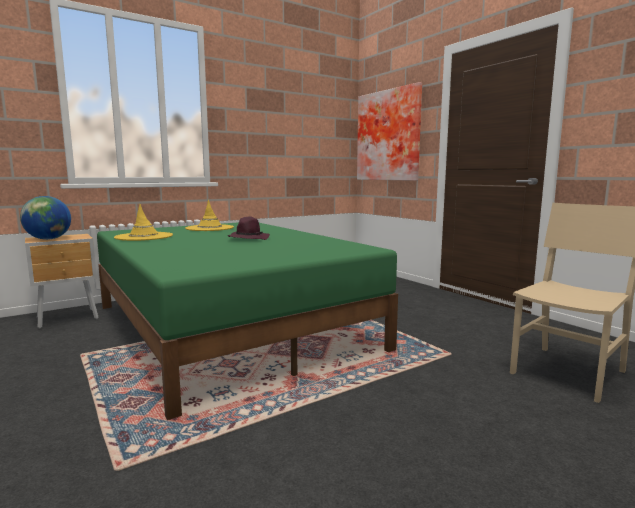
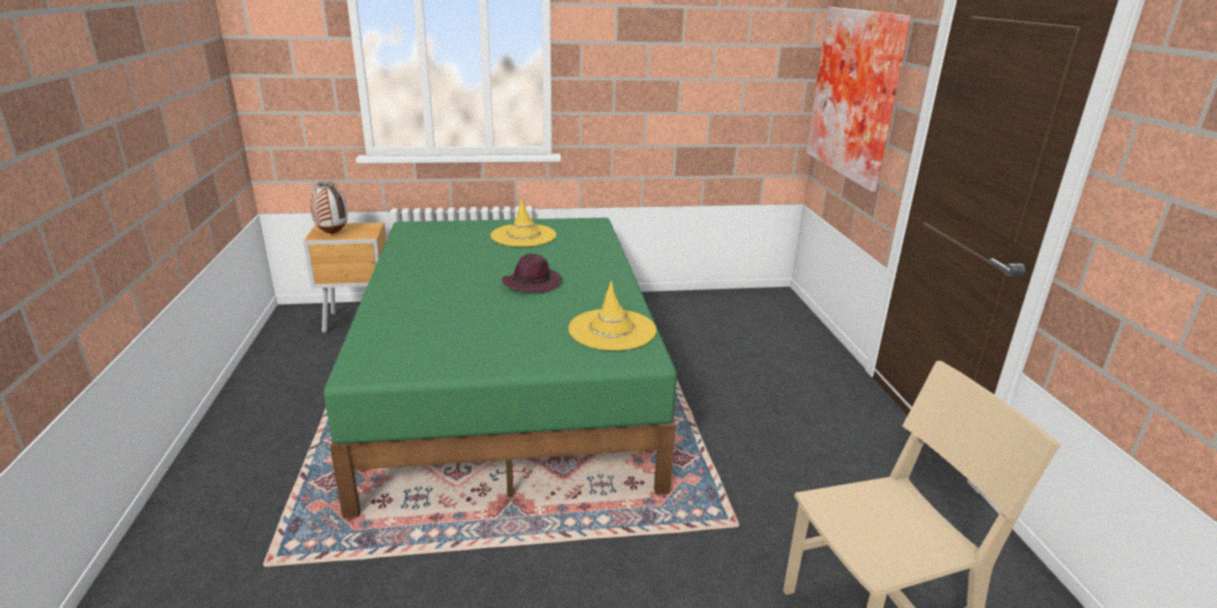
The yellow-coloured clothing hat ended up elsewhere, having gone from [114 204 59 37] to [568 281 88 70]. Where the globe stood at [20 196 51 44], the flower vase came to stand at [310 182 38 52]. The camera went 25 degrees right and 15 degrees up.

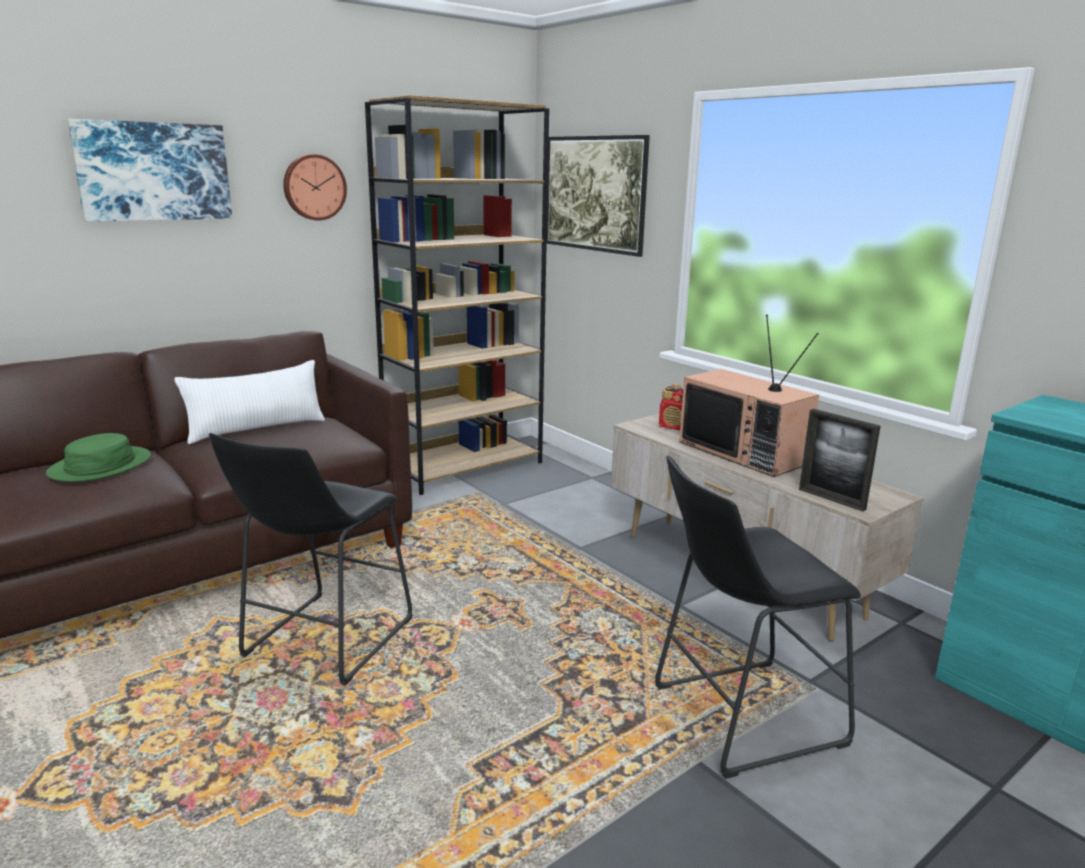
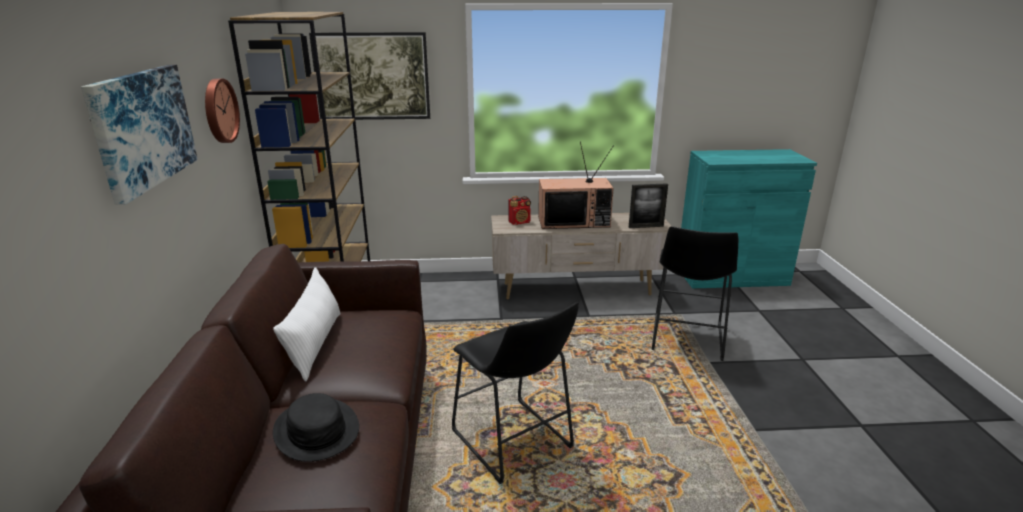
What was the green-coloured clothing hat at [46 433 105 49] turned into the black clothing hat at [273 393 86 69]. The camera went 55 degrees left and 5 degrees up.

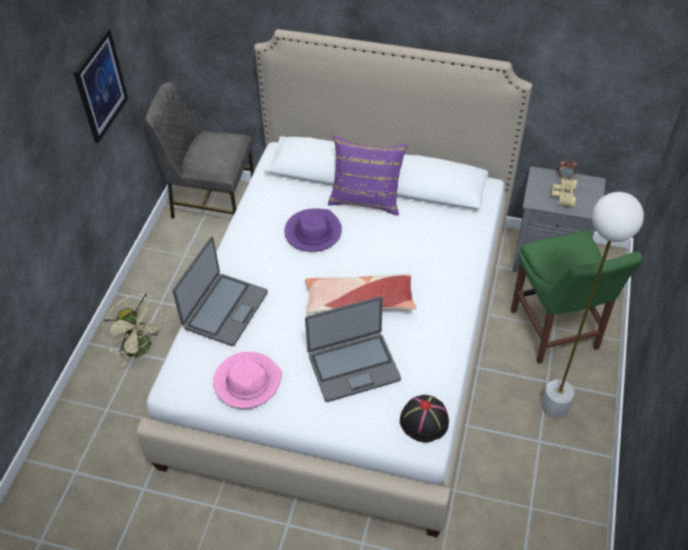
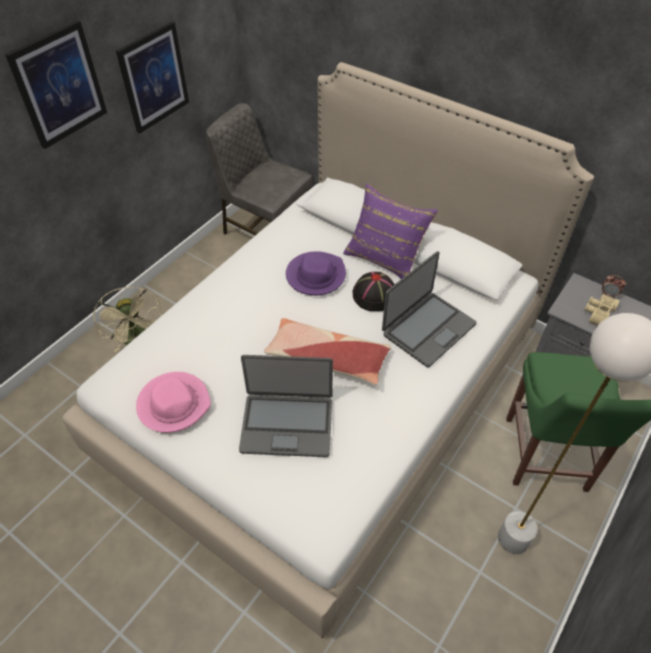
The second view gained the wall art at [5 20 102 129]. The notebook computer ended up elsewhere, having gone from [172 237 96 109] to [382 251 95 116]. The black clothing hat ended up elsewhere, having gone from [400 395 49 48] to [352 272 42 39]. The camera went 20 degrees right and 0 degrees up.

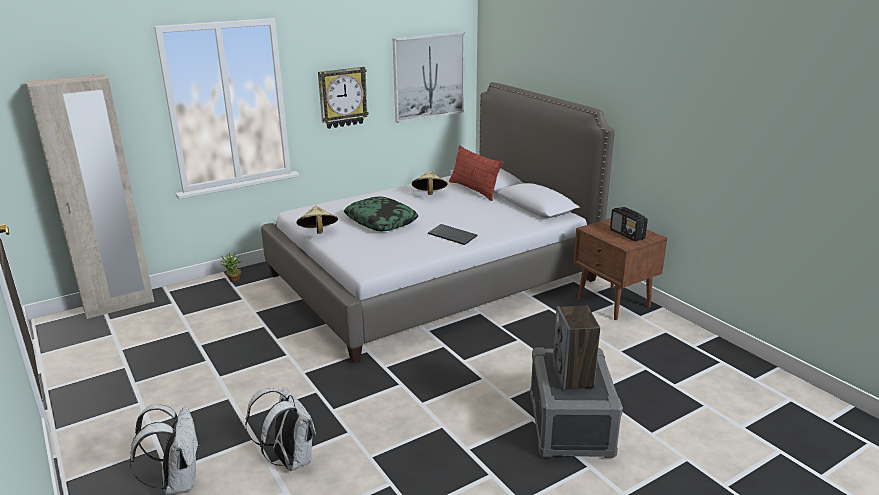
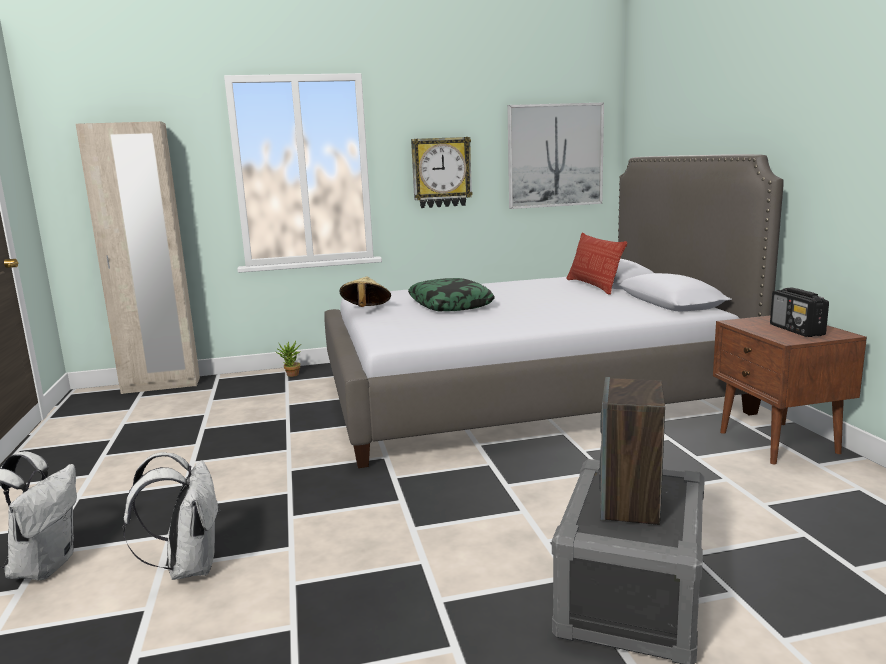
The second view lost the beige-coloured clothing hat at [412 171 36 24]. The second view lost the computer keyboard at [428 224 50 21]. The camera went 20 degrees right and 10 degrees down.

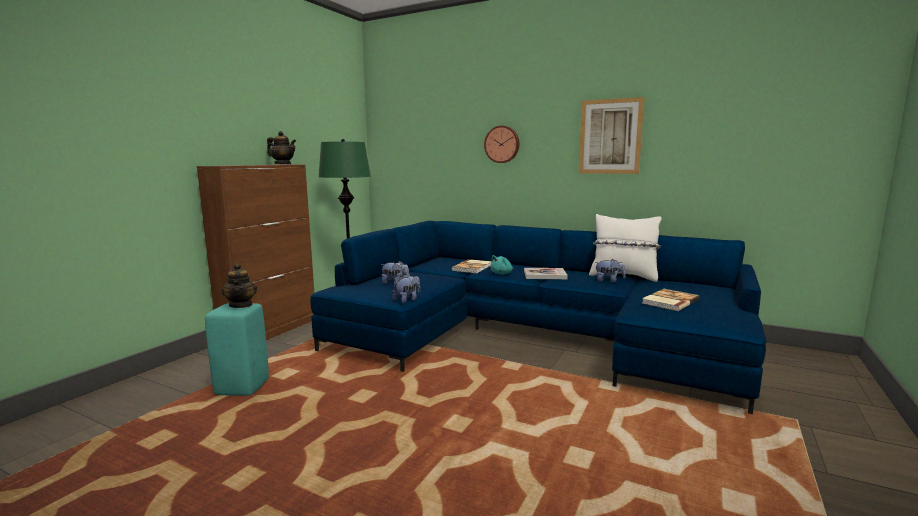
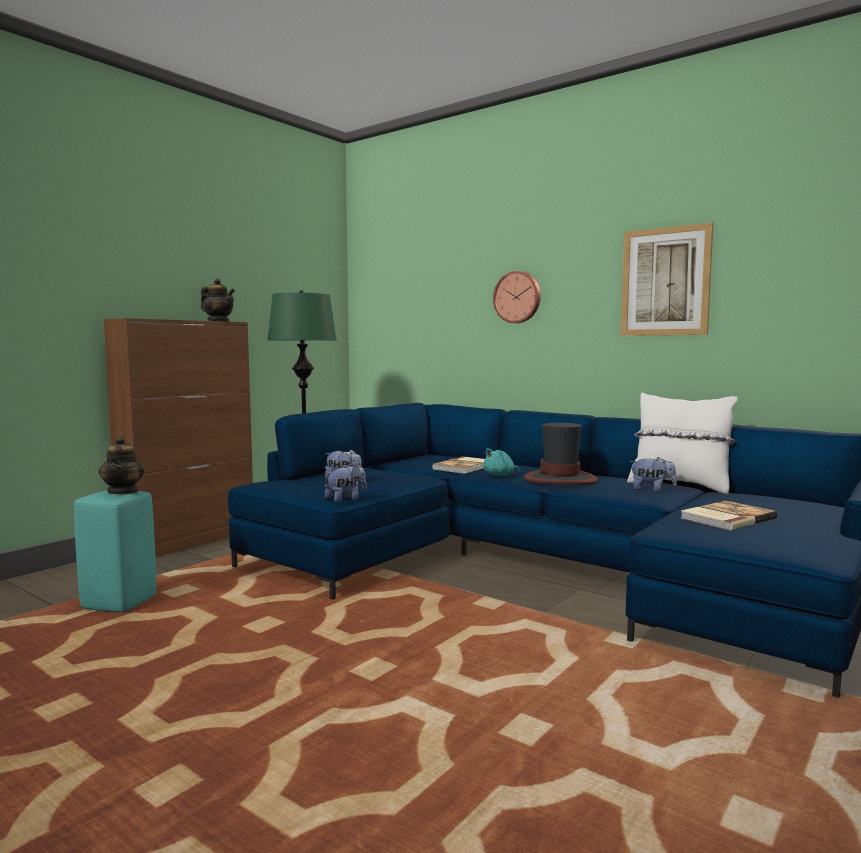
Where the bound book stood at [524 268 44 11], the clothing hat came to stand at [524 423 74 62]. The camera went 10 degrees right and 5 degrees down.

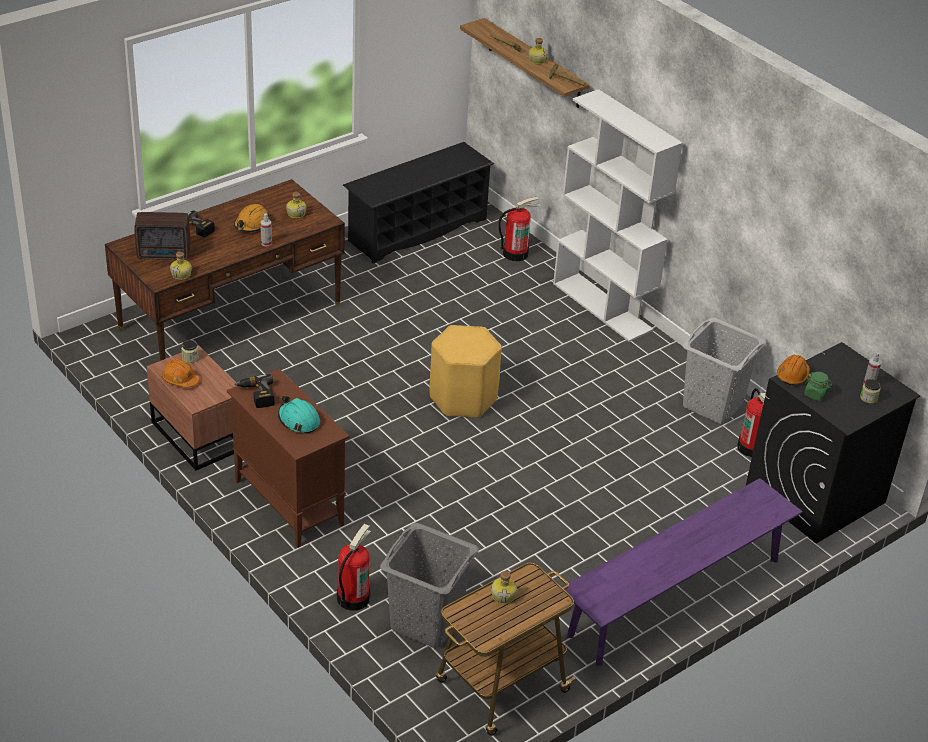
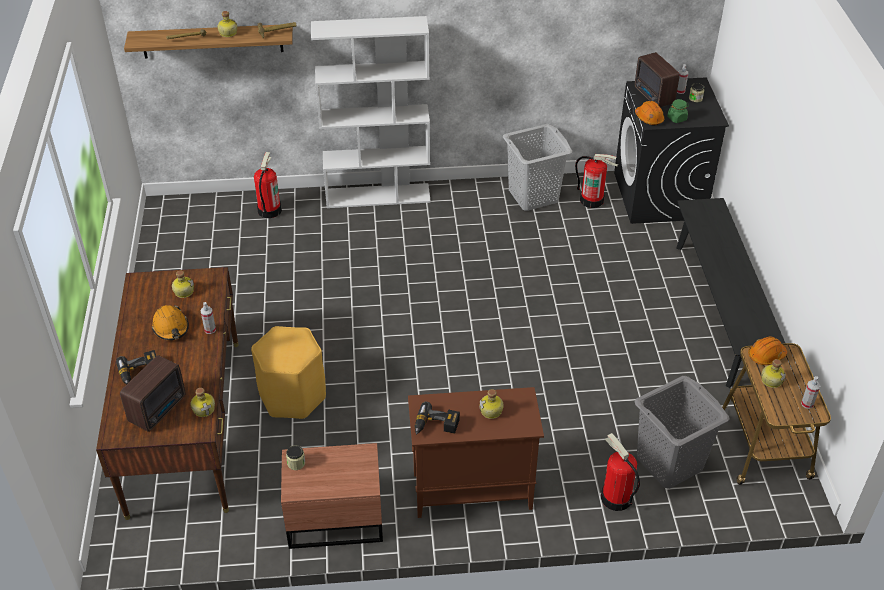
The second view lost the black shoe shelf at [343 142 151 121]. The second view gained the radio set at [635 52 45 55]. The second view gained the sprayer at [801 376 19 33]. The orangey work helmet ended up elsewhere, having gone from [162 359 38 29] to [748 337 39 28]. The yellow-coloured sitting stool ended up elsewhere, having gone from [430 325 72 93] to [251 326 75 93]. Where the turquoise work helmet stood at [278 396 42 38], the bottle came to stand at [479 389 25 30]. What was the purplish indoor bench at [562 478 241 188] turned into the black indoor bench at [676 198 109 190]. The camera went 55 degrees left and 5 degrees up.

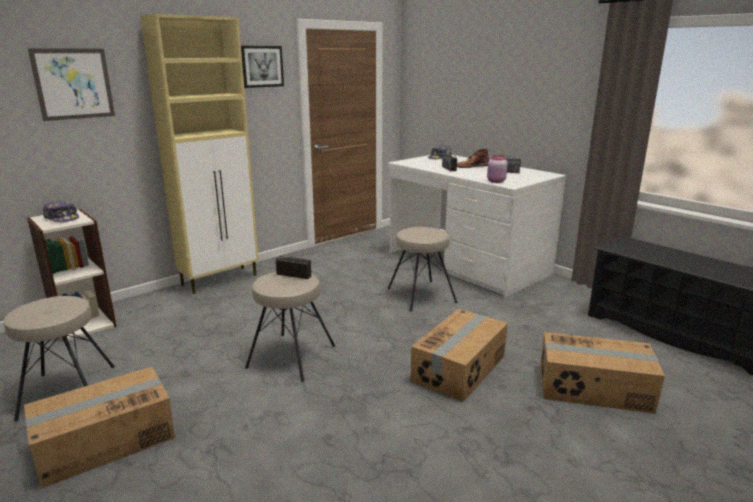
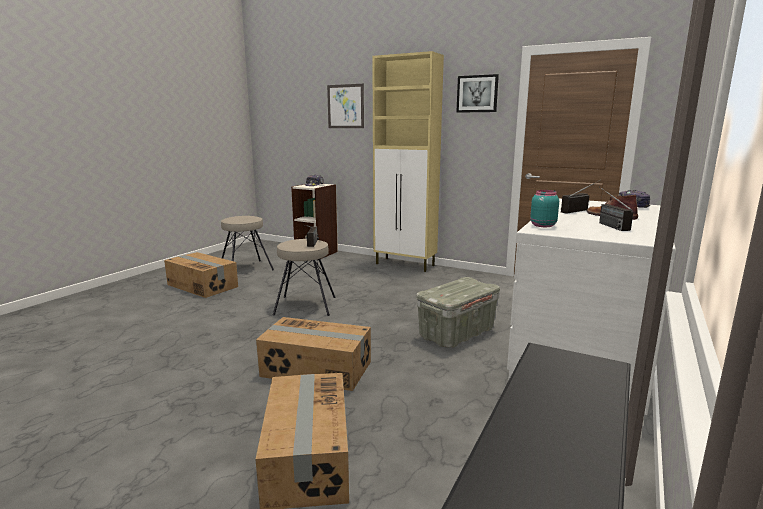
Where the beige-coloured sitting stool stood at [387 227 71 85], the gray storage bin came to stand at [416 277 84 71]. What was the pink storage jar at [487 155 21 28] turned into the turquoise storage jar at [530 190 29 37]. The camera went 70 degrees right and 5 degrees down.

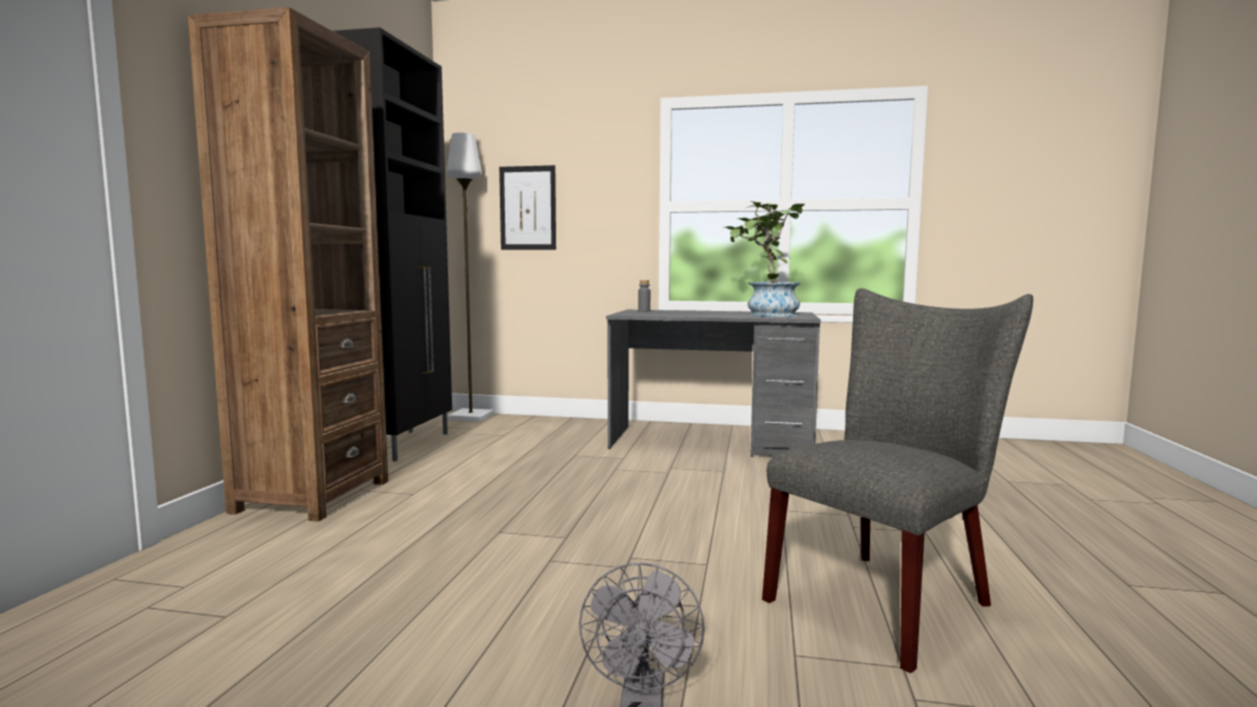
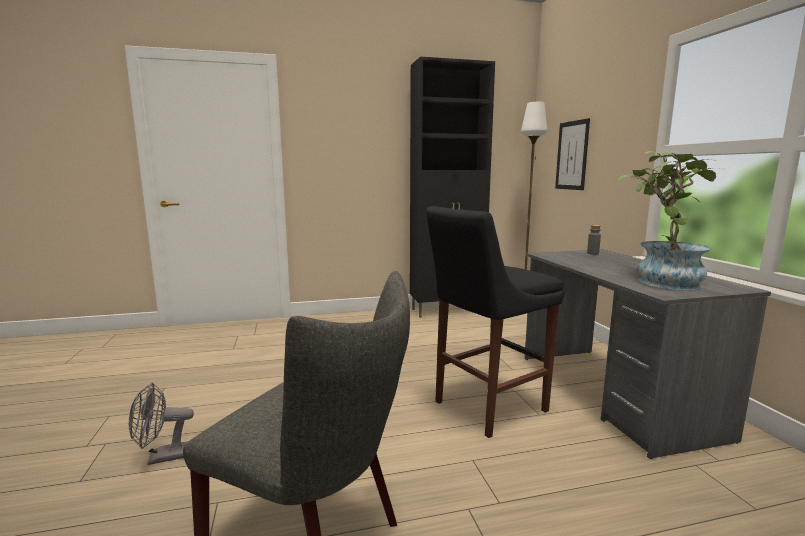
The second view lost the brown-coloured shelving unit at [188 7 200 515]. The second view gained the black sitting stool at [426 206 138 232]. The camera went 65 degrees right and 5 degrees up.

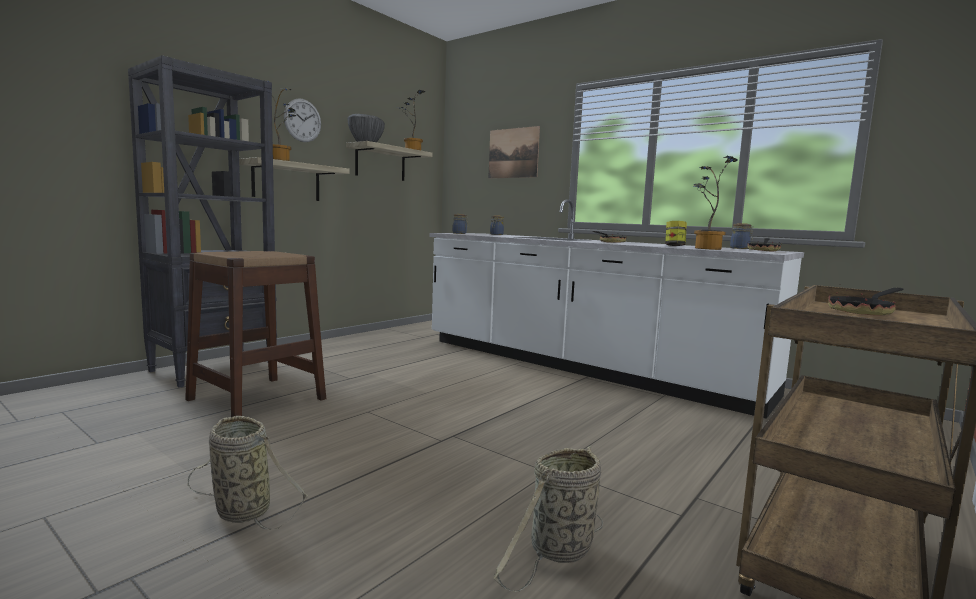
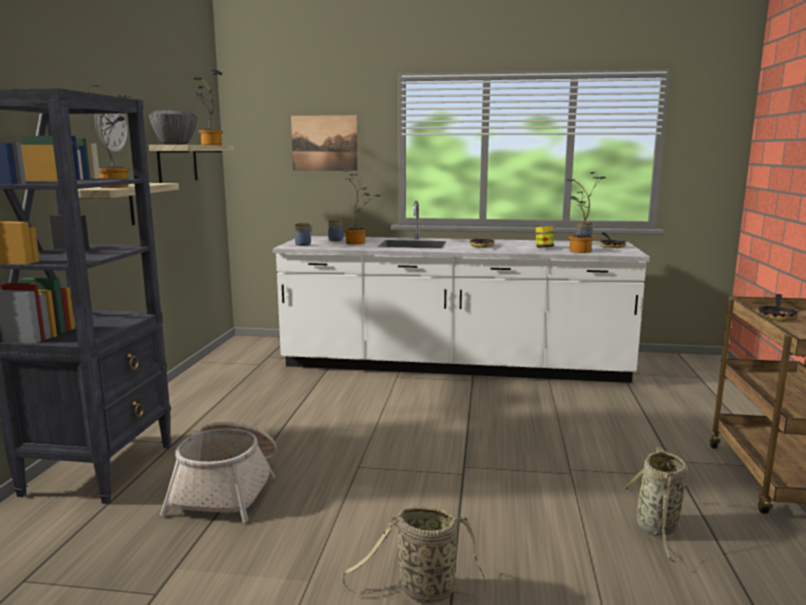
The second view gained the plant in a pot at [342 170 39 74]. Where the brown-coloured sitting stool stood at [185 251 141 166], the storage basket came to stand at [160 422 117 101]. The camera went 30 degrees left and 5 degrees up.

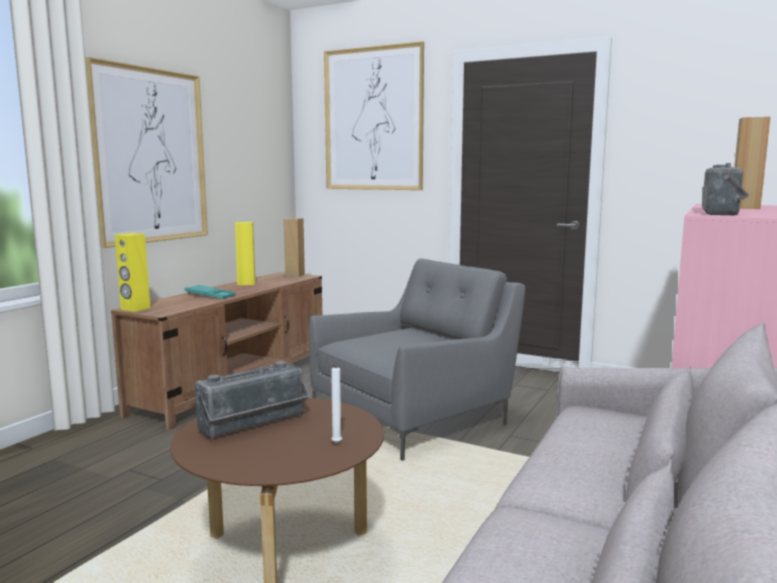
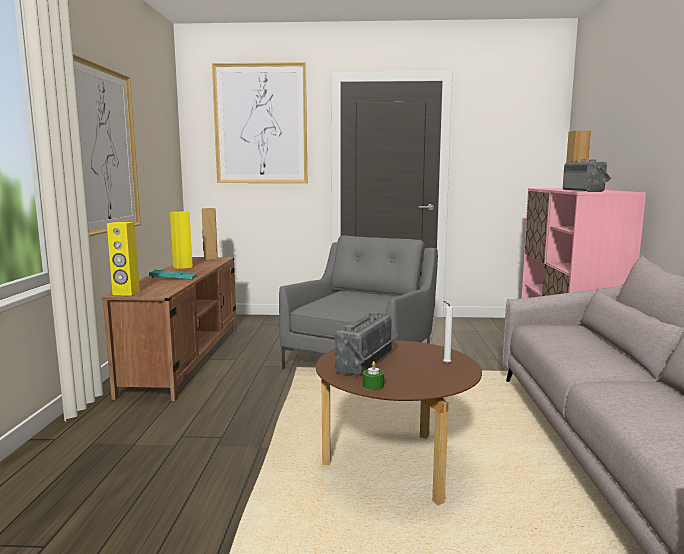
The second view gained the green-coloured wax candle at [363 361 21 29]. The camera went 25 degrees left and 0 degrees up.

